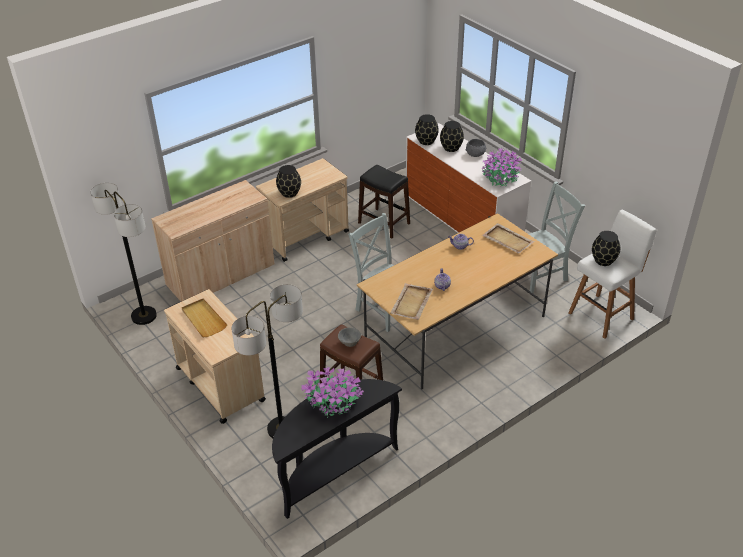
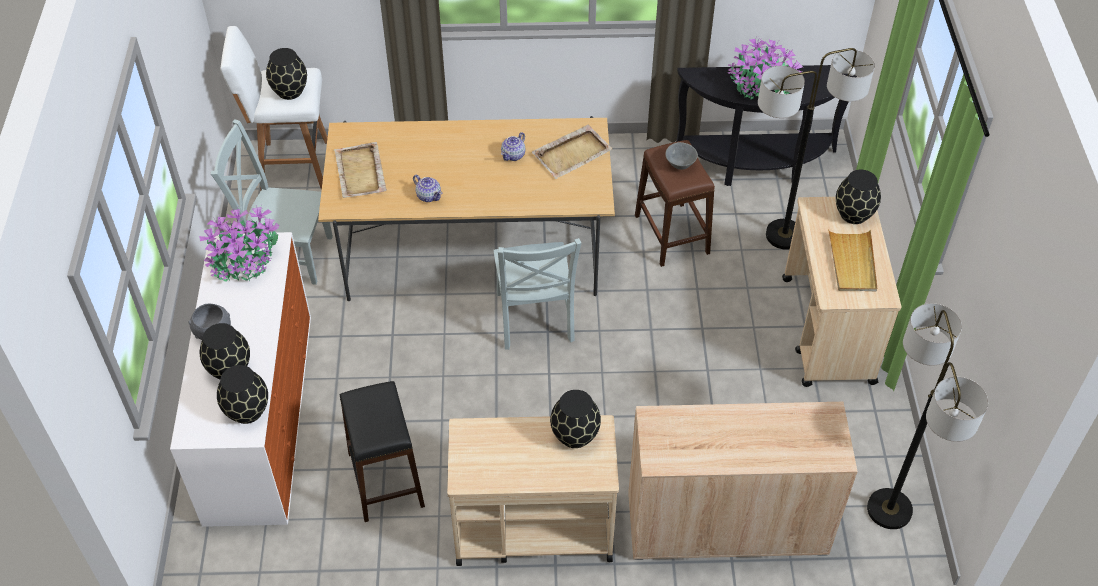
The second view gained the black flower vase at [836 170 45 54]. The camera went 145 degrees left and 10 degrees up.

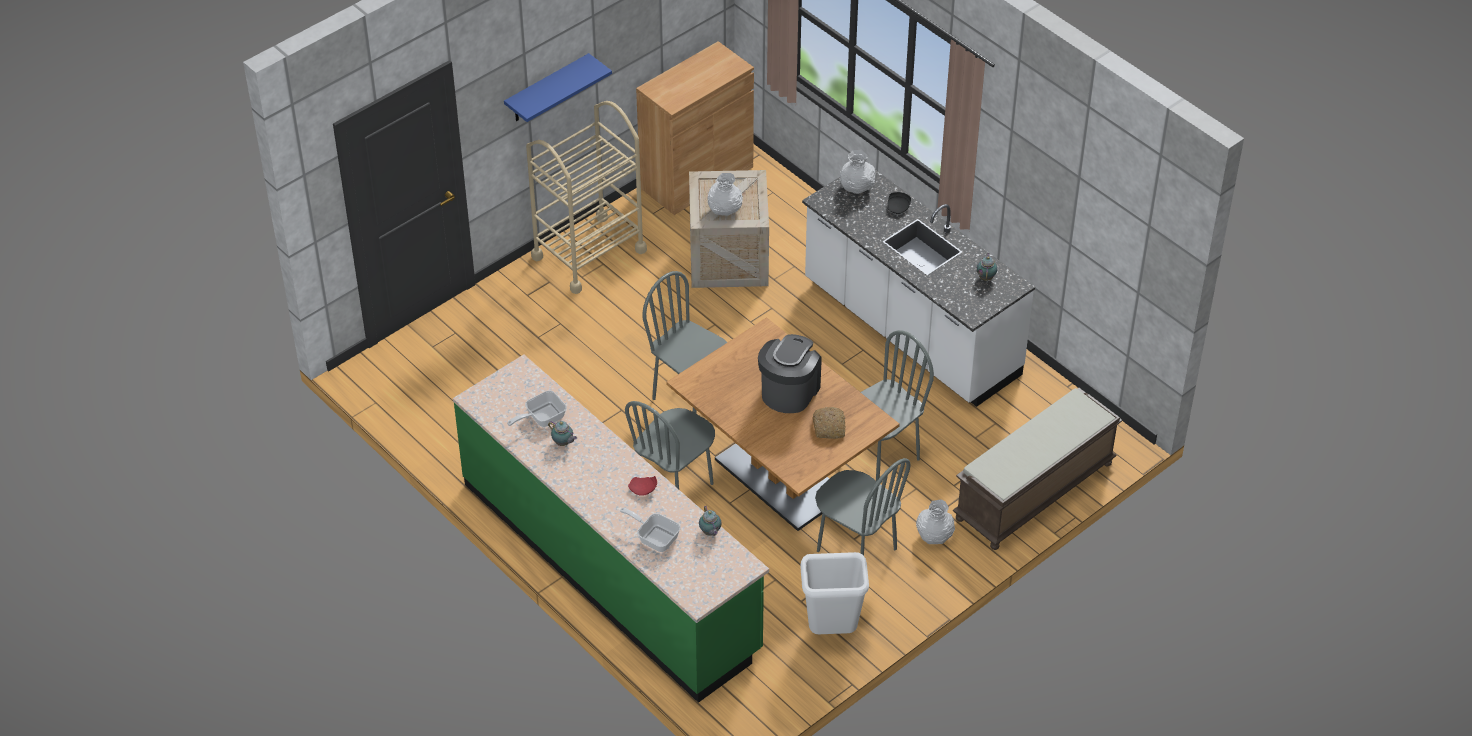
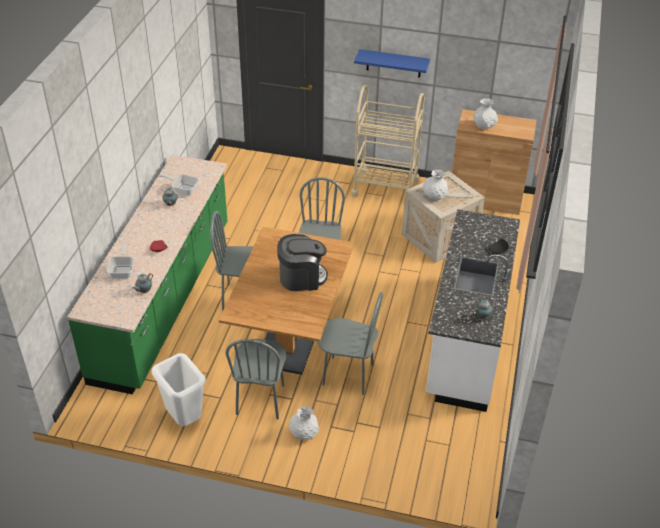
The second view lost the bakery bread at [812 407 34 32]. The second view lost the brown-coloured indoor bench at [953 388 170 162]. The whitish flower vase ended up elsewhere, having gone from [840 150 36 44] to [473 98 25 32]. The camera went 55 degrees right and 5 degrees down.

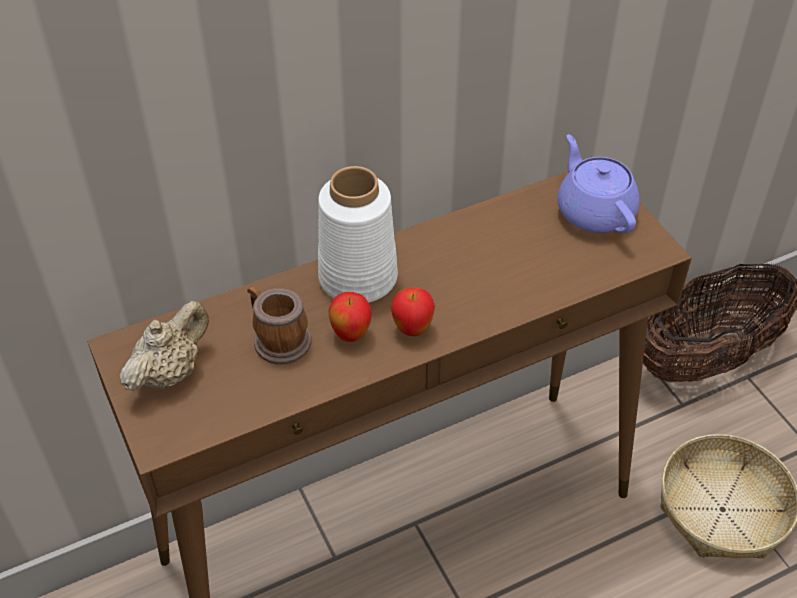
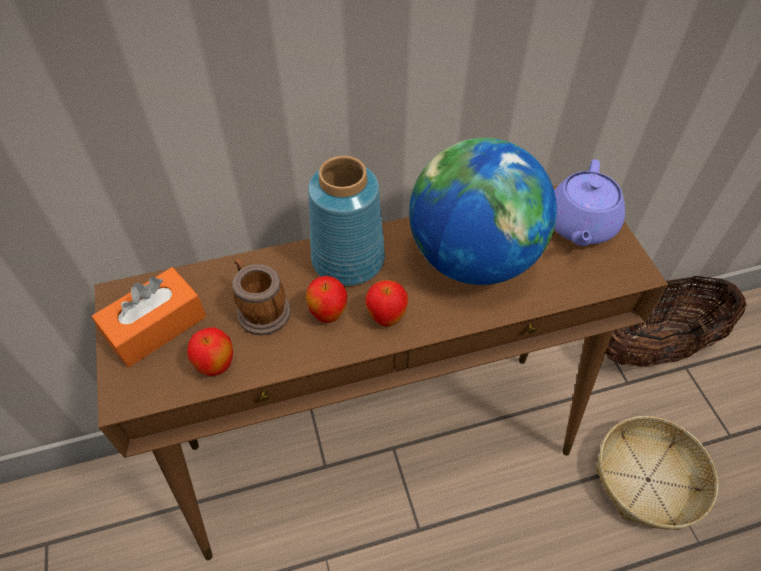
The second view gained the apple fruit at [187 327 46 49]. The second view gained the globe at [409 138 148 147]. Where the beige-coloured pot for tea stood at [120 301 89 90], the orangey tissue box came to stand at [91 267 115 101]. What was the whitish flower vase at [318 166 80 137] turned into the blue flower vase at [308 156 77 130]. The purplish pot for tea at [557 134 83 99] ended up facing another way, 150 degrees counterclockwise from before. The camera went 10 degrees right and 5 degrees up.

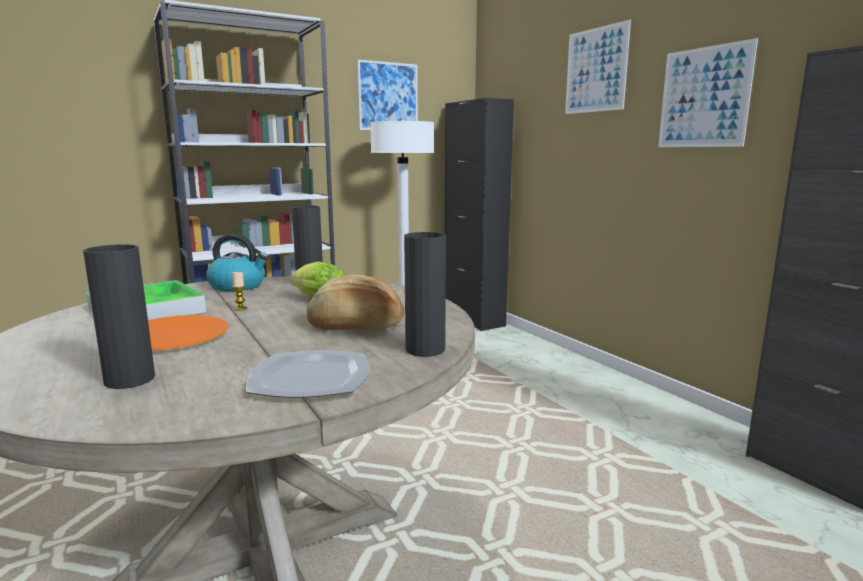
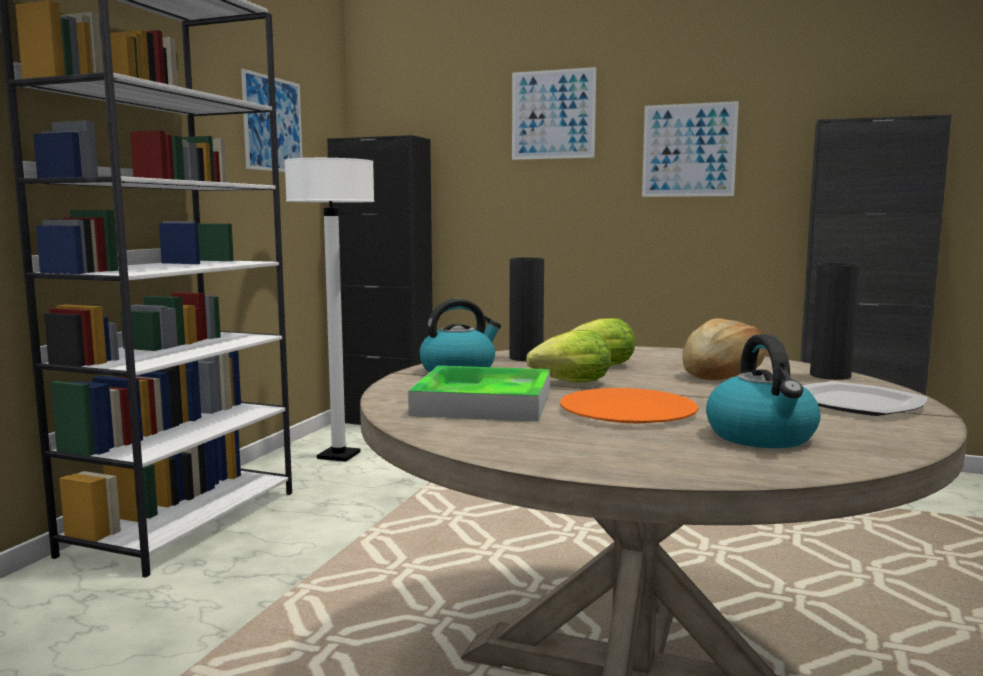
Where the black flower vase stood at [83 244 72 145], the kettle came to stand at [706 334 115 114]. Where the wax candle stood at [232 271 15 40], the lettuce head came to stand at [526 330 85 53]. The camera went 40 degrees left and 5 degrees down.

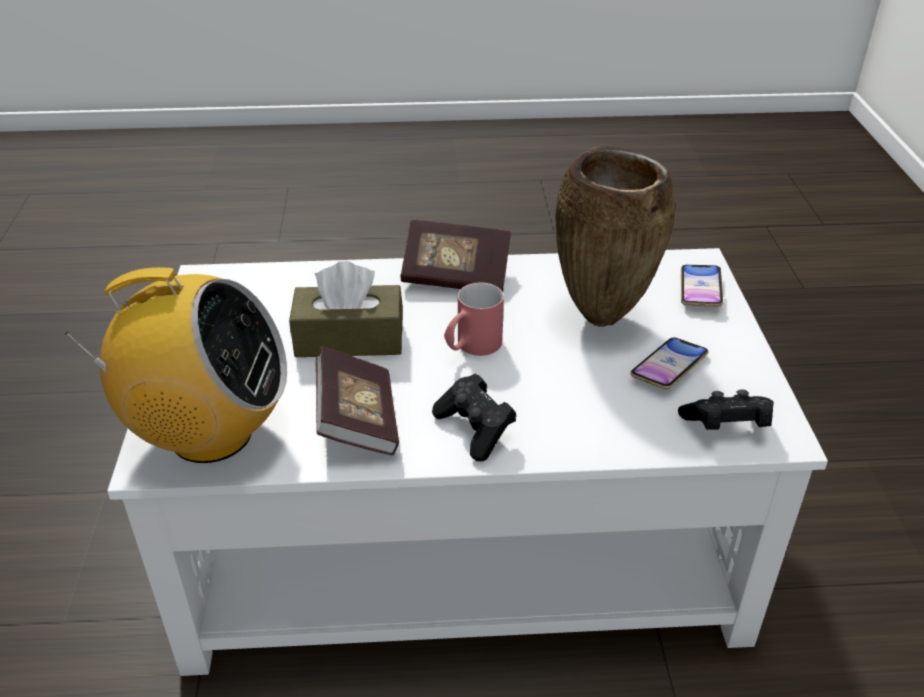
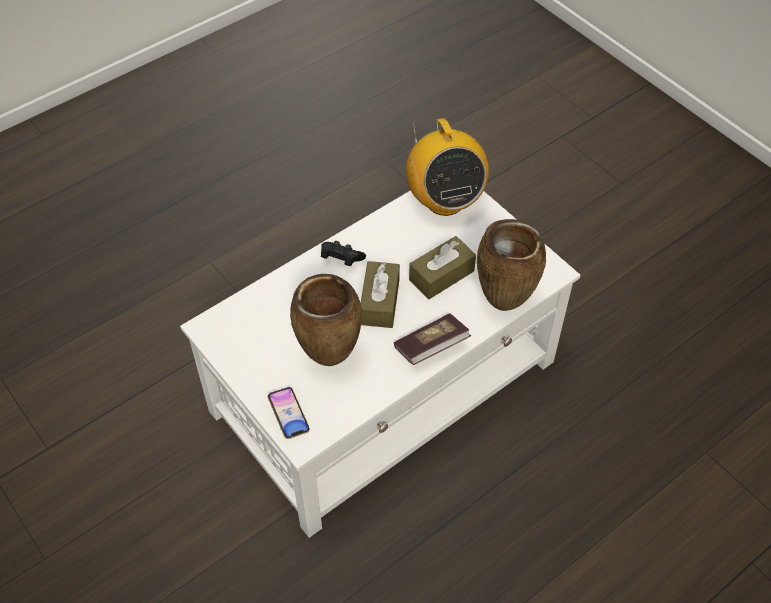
The second view lost the bound book at [315 346 84 109]. The second view lost the phone at [630 337 78 52]. The second view lost the black joypad at [678 389 96 41]. The second view gained the brown-coloured flower vase at [477 219 69 92]. Where the red tea mug stood at [444 282 60 74], the brown-coloured tissue box came to stand at [361 261 39 67]. The radio set at [65 267 222 196] ended up facing another way, 75 degrees counterclockwise from before. The camera went 145 degrees right and 15 degrees up.

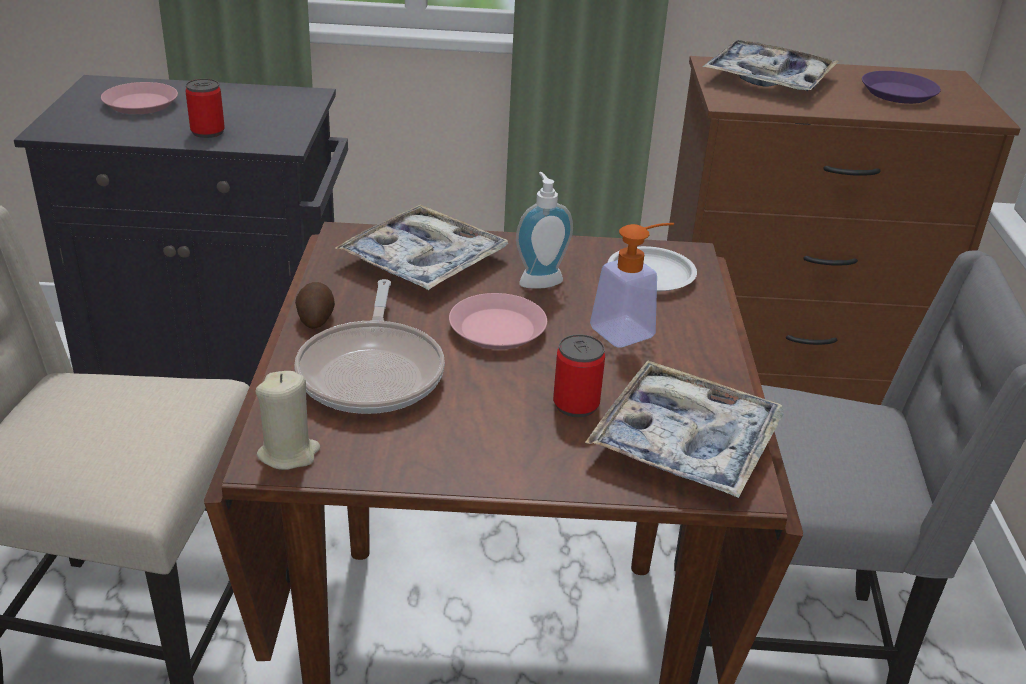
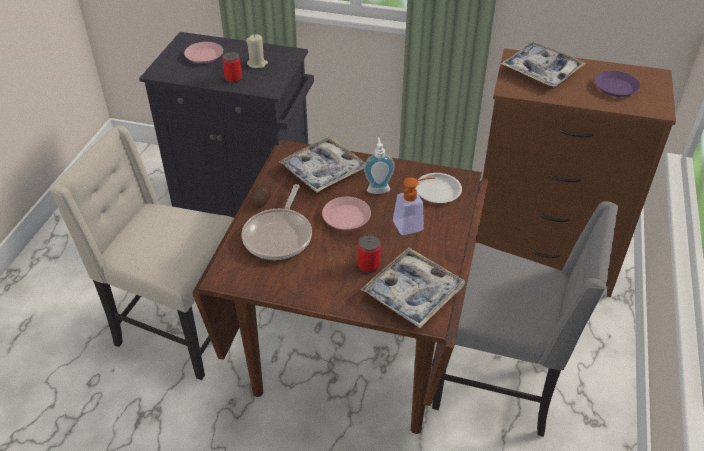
The beige-coloured wax candle ended up elsewhere, having gone from [256 371 64 99] to [246 34 22 34]. The camera went 15 degrees right and 10 degrees up.

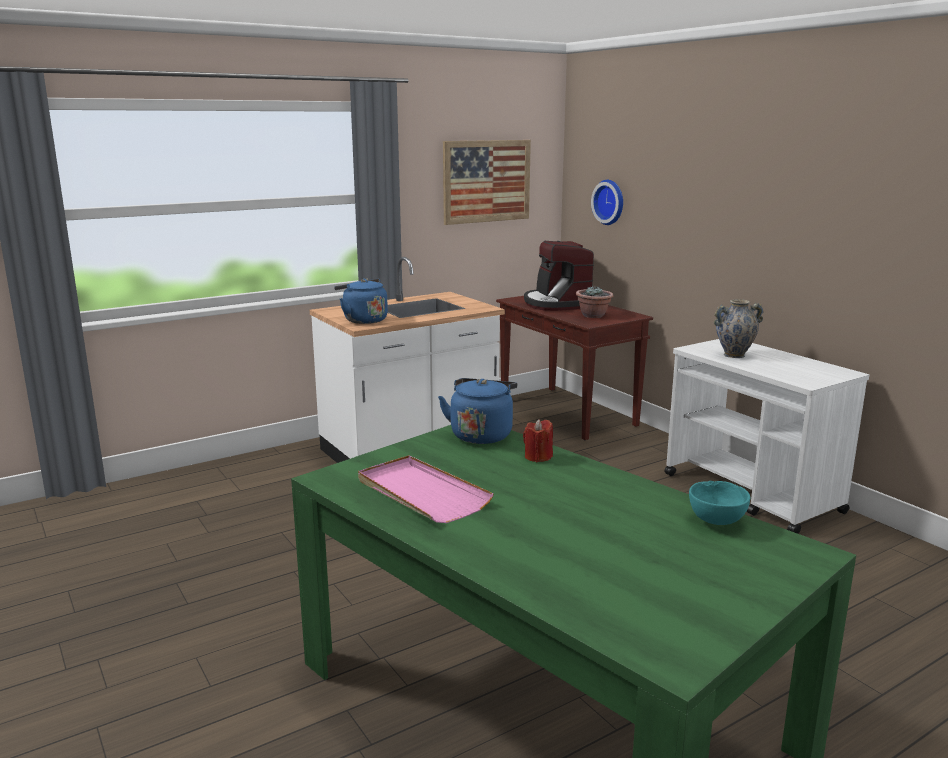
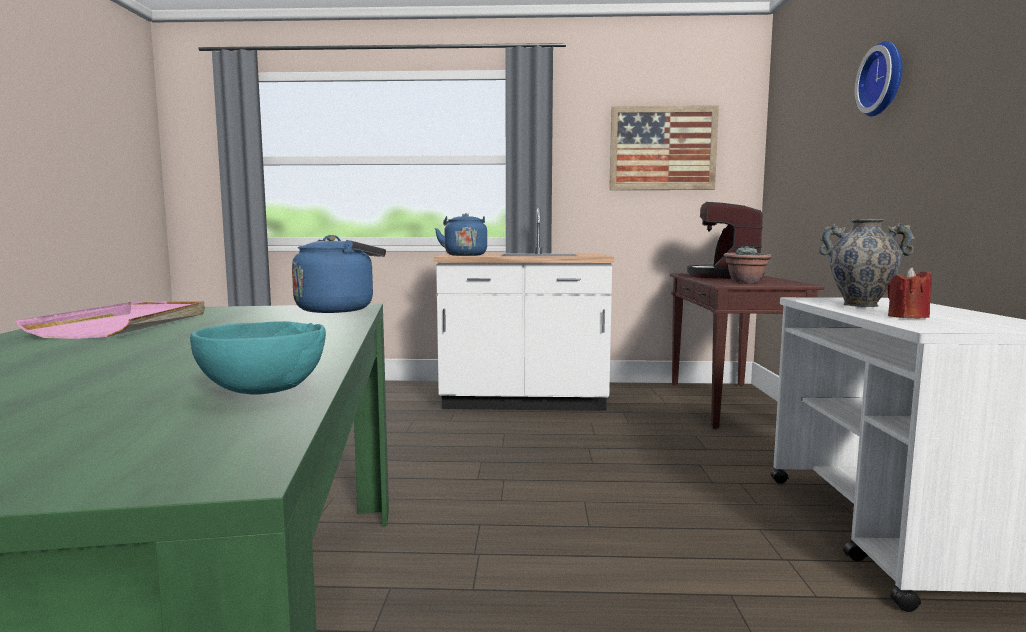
The red wax candle ended up elsewhere, having gone from [523 419 30 43] to [887 267 45 51]. The clock on the wall ended up elsewhere, having gone from [591 180 32 45] to [855 41 48 75]. The camera went 35 degrees right and 10 degrees down.

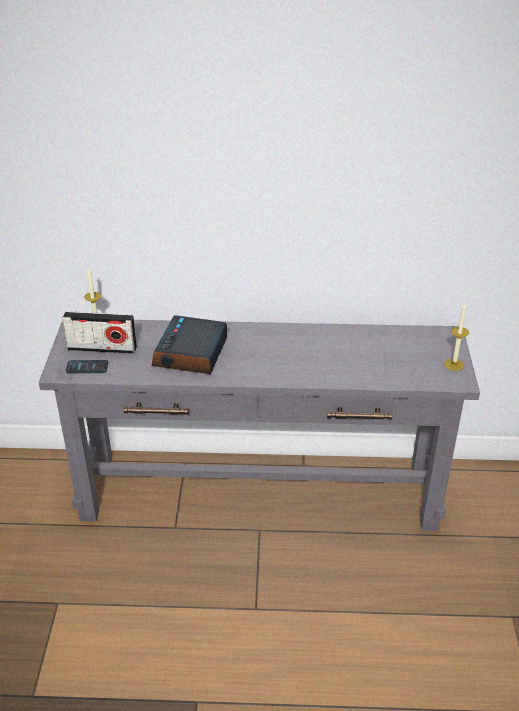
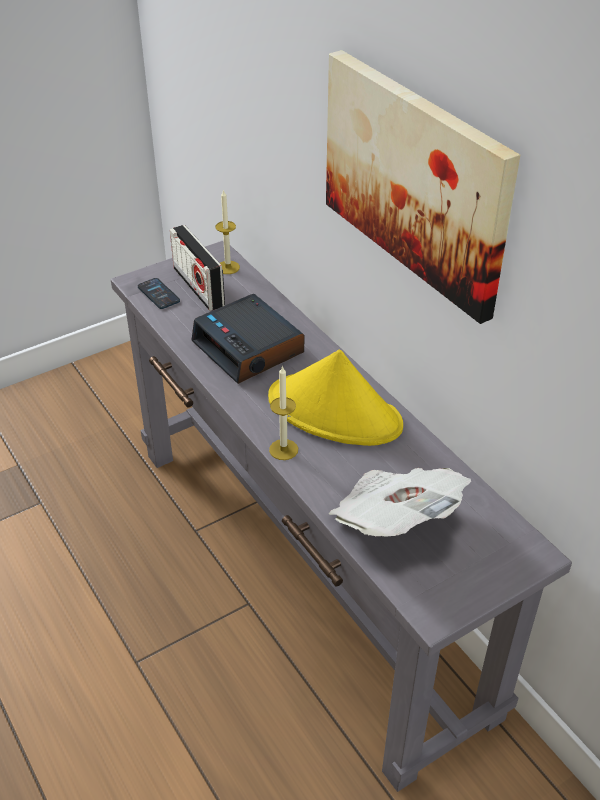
The second view gained the yellow-coloured clothing hat at [268 350 135 96]. The second view gained the wall art at [326 50 194 274]. The second view gained the newspaper at [328 468 143 69]. The wax candle ended up elsewhere, having gone from [444 303 25 68] to [269 365 29 95]. The table clock at [152 315 75 59] ended up facing another way, 105 degrees counterclockwise from before. The camera went 55 degrees right and 5 degrees up.

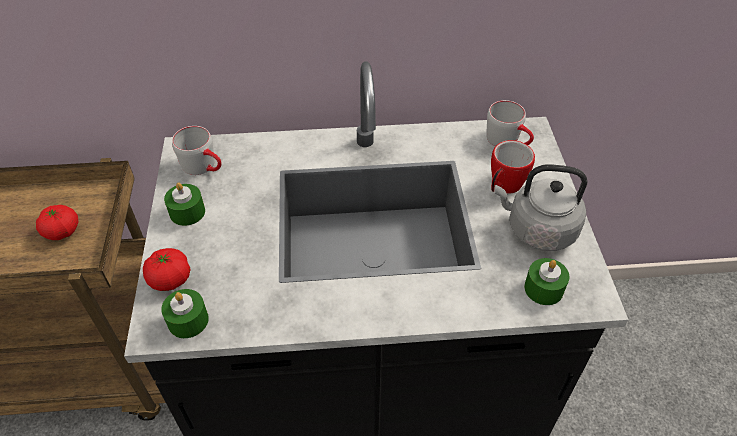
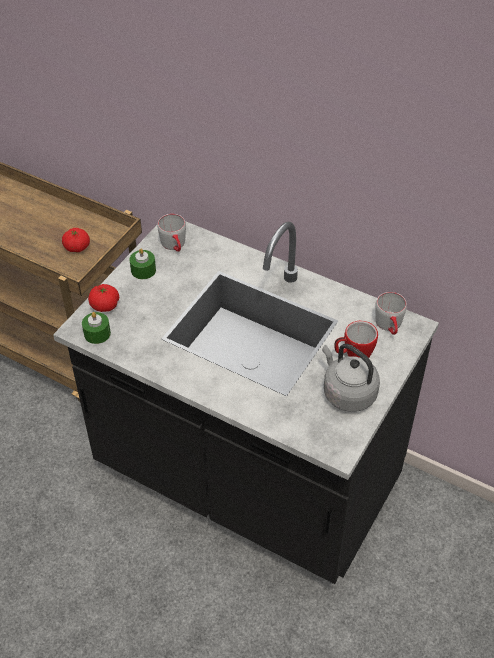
The second view lost the green-coloured wax candle at [524 258 46 47]. The camera went 35 degrees right and 0 degrees up.

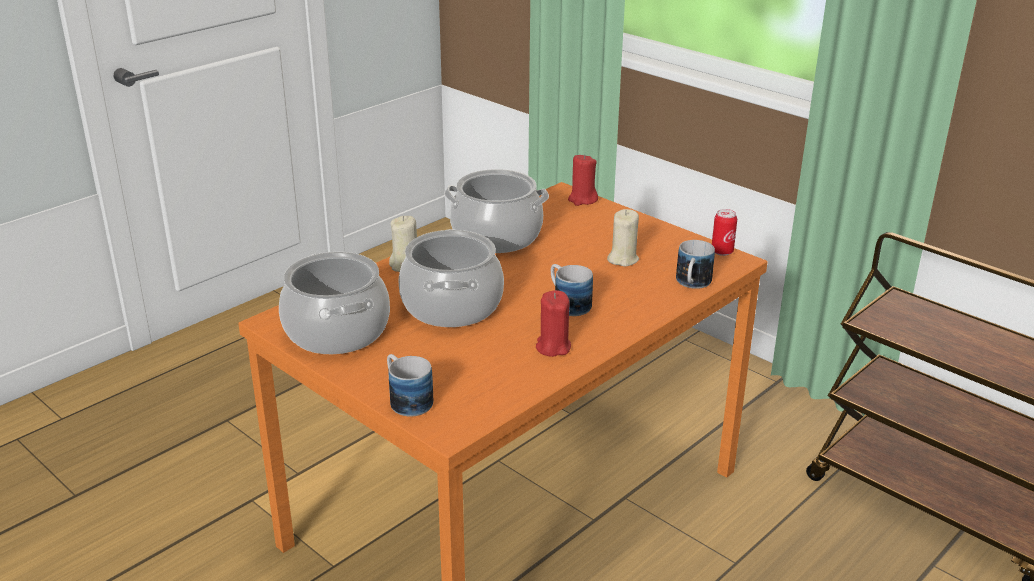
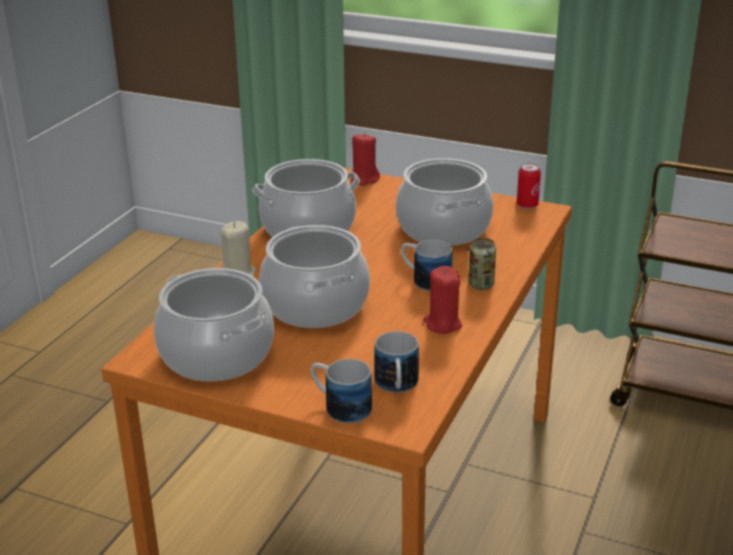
The second view gained the can at [468 238 28 52]. The tea mug ended up elsewhere, having gone from [676 240 39 49] to [374 331 45 62]. Where the beige-coloured wax candle stood at [607 209 32 57], the stockpot came to stand at [396 158 97 88]. The camera went 20 degrees left and 0 degrees up.

